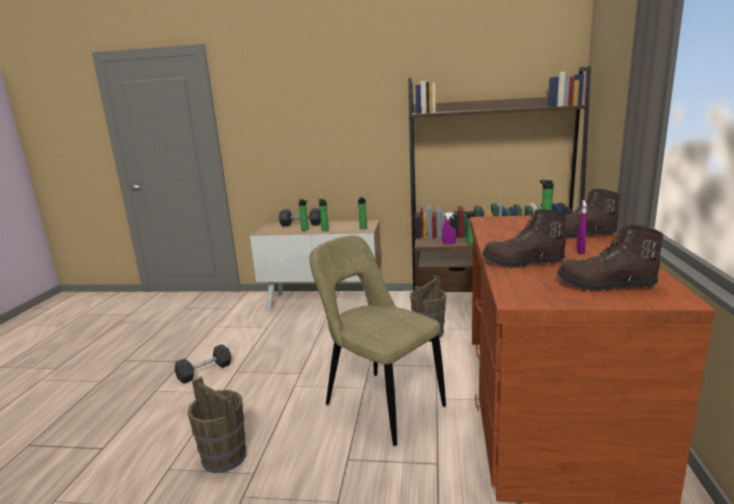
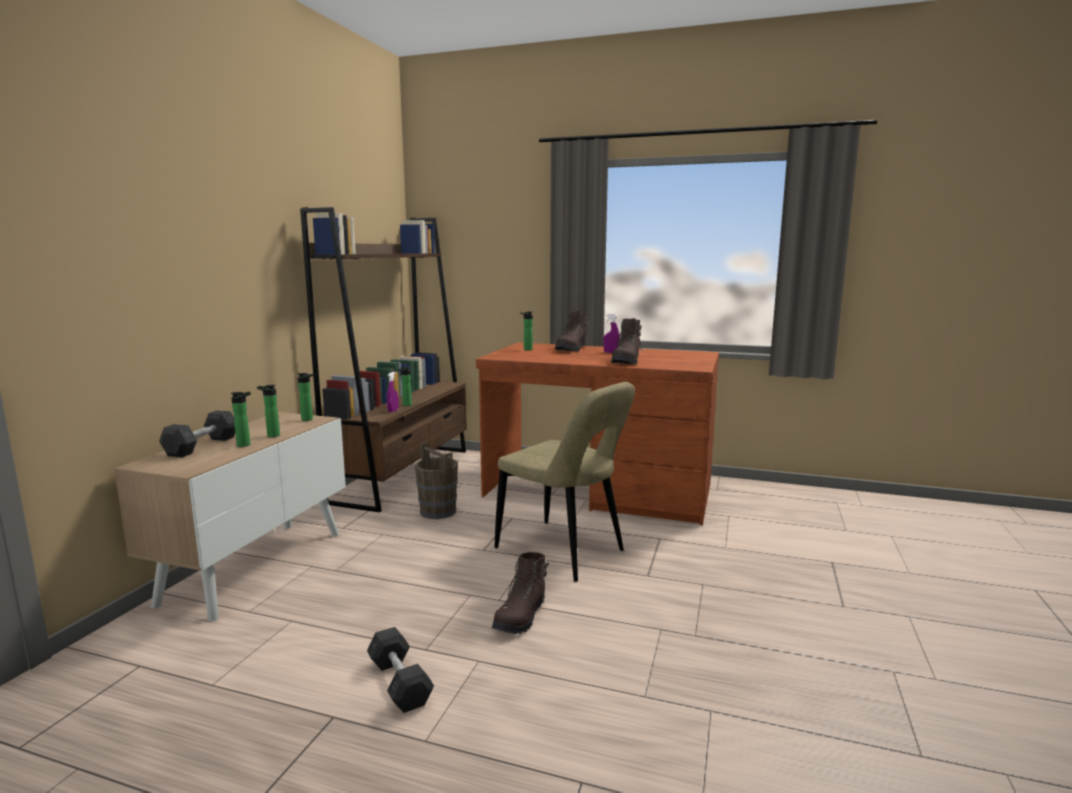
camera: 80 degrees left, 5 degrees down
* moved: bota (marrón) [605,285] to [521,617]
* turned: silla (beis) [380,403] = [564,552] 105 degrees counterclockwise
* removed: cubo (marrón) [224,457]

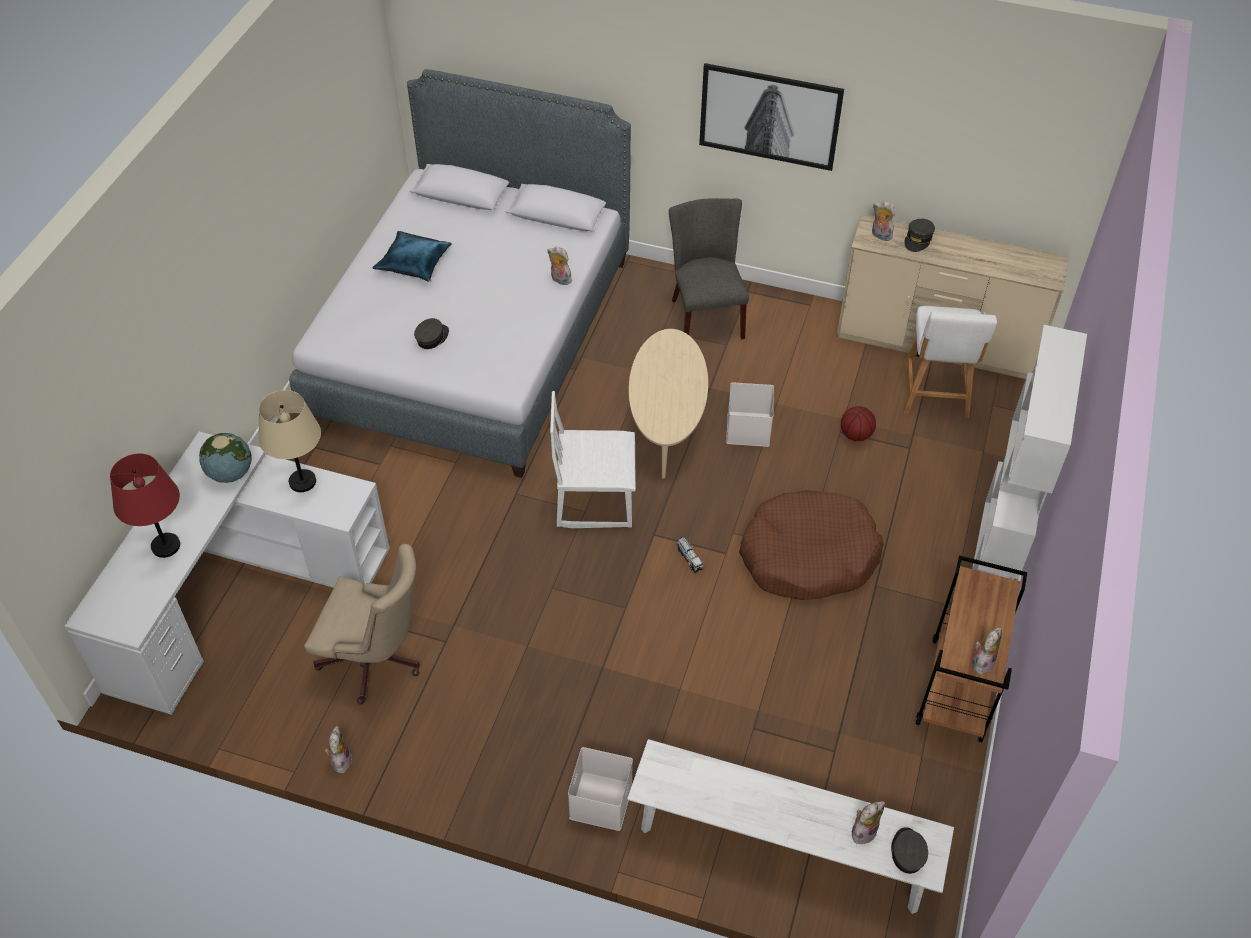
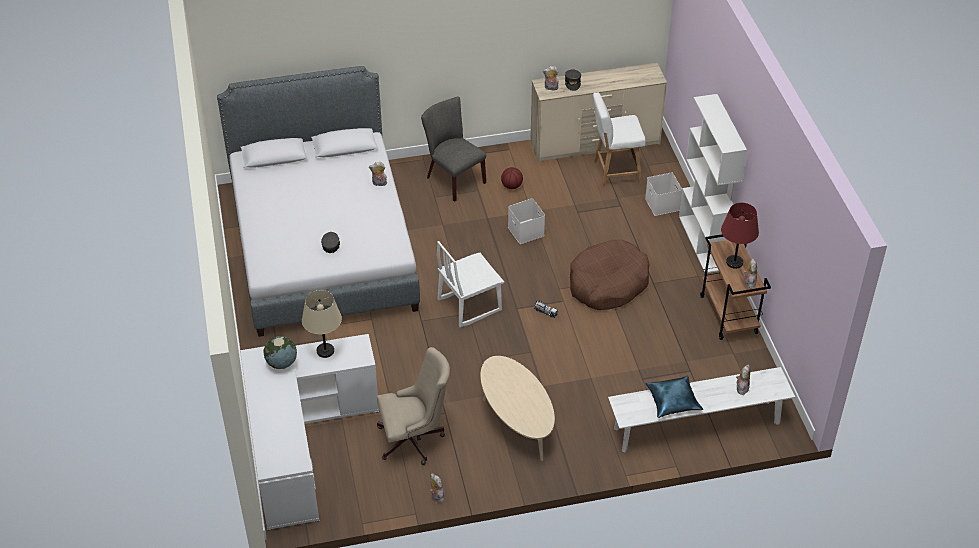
camera: 30 degrees left, 5 degrees down
* moved: mesa de centro (beis) [667,422] to [516,422]
* moved: balón de baloncesto [856,435] to [512,186]
* turned: silla (blanco) [935,396] = [614,172] 105 degrees clockwise
* moved: caja de almacenaje (blanco) [602,802] to [663,204]
* moved: cojín (azul) [414,263] to [673,401]
* moved: lámpara de mesa (rojo) [165,546] to [734,262]
* removed: cuadro [769,116]
* removed: gorra (gris) [907,853]

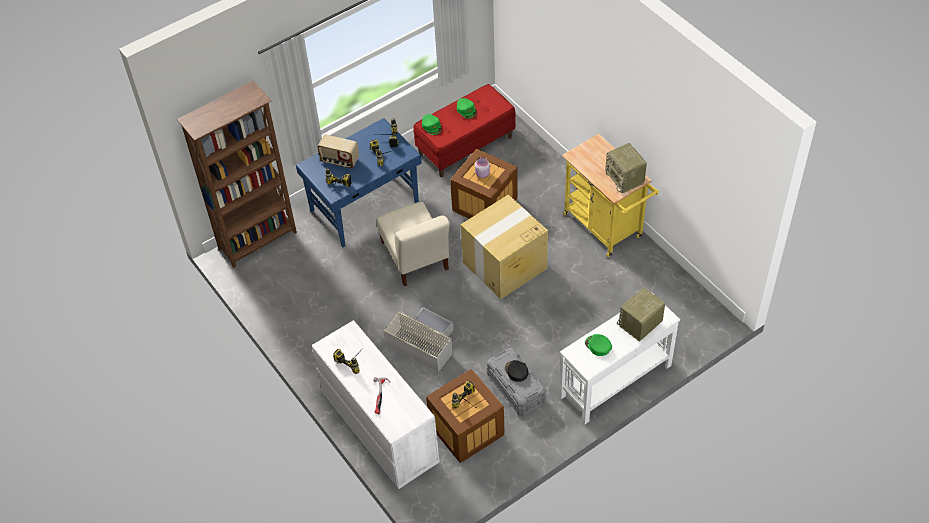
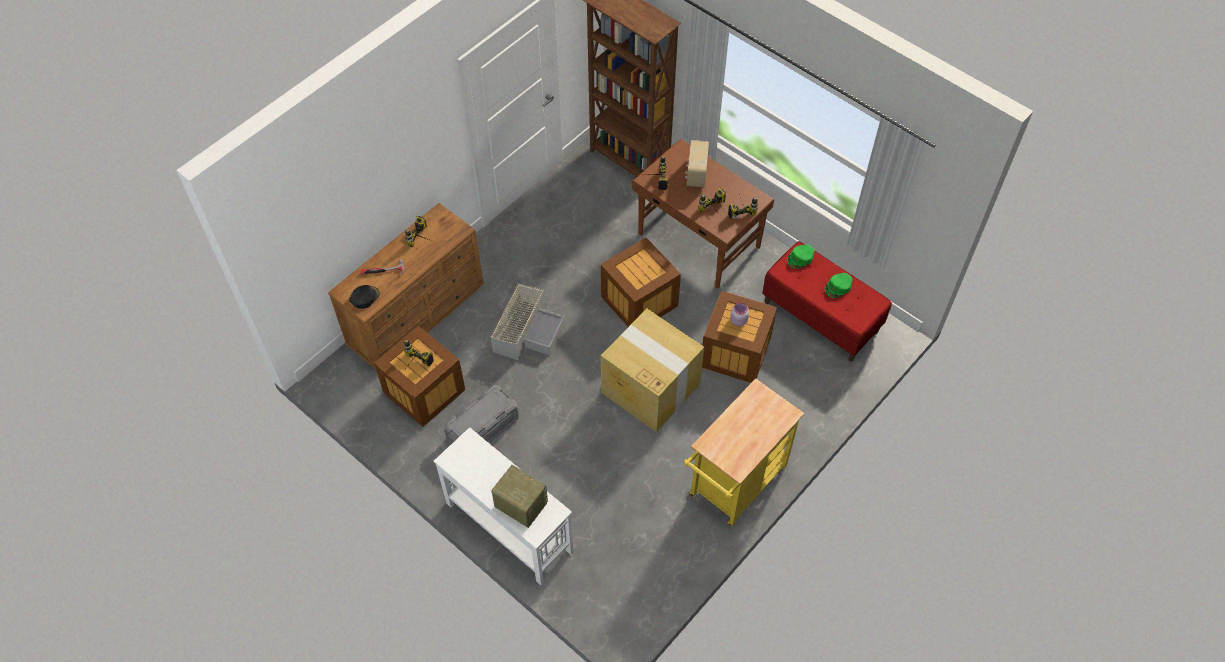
camera: 75 degrees right, 5 degrees up
* recoloured: cómoda (blanco) [379,427] to cómoda (marrón) [417,315]
* moved: gorra (negro) [516,372] to [364,297]
* replaced: silla (beis) [415,258] to caja de embalaje [639,301]
* recoloured: escritorio (azul) [365,208] to escritorio (marrón) [698,242]
* removed: gorra (verde) [598,346]
* removed: radio [625,178]

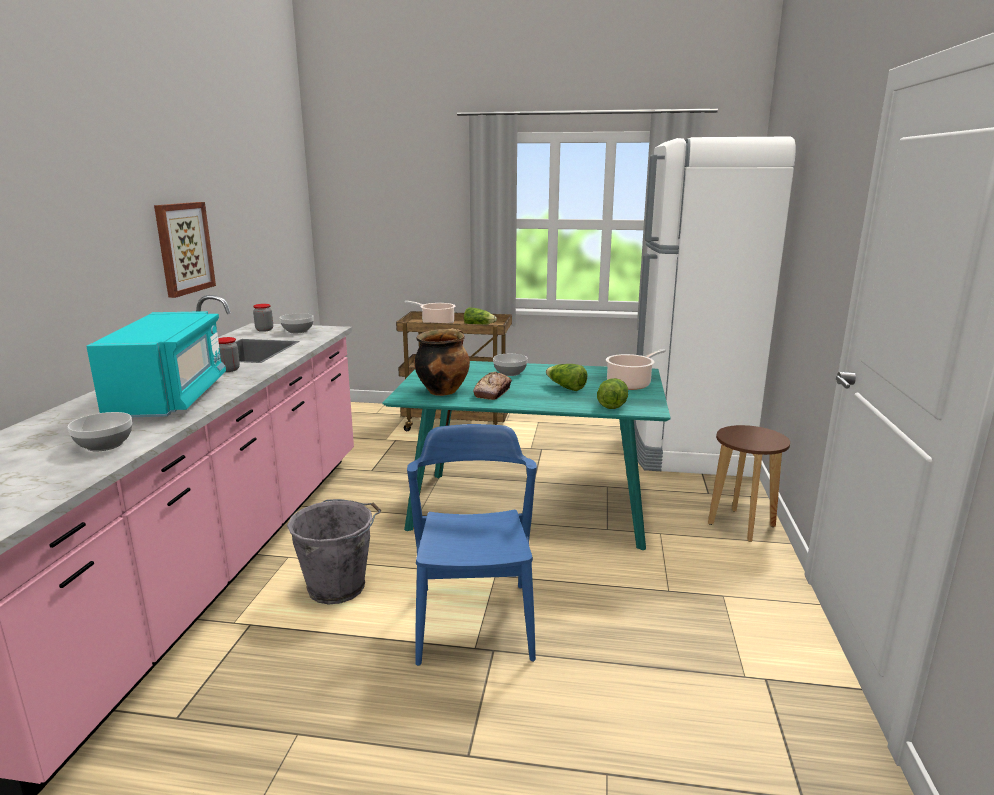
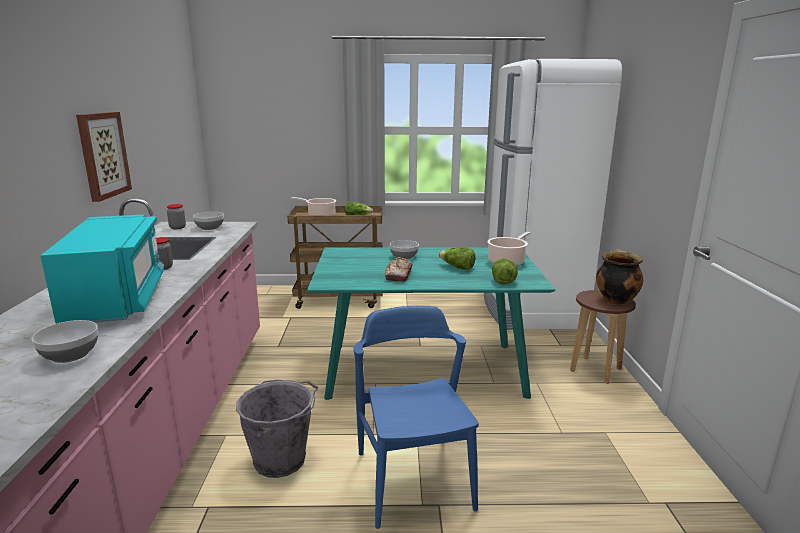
camera: 10 degrees left, 0 degrees up
* moved: olla [443,391] to [615,300]

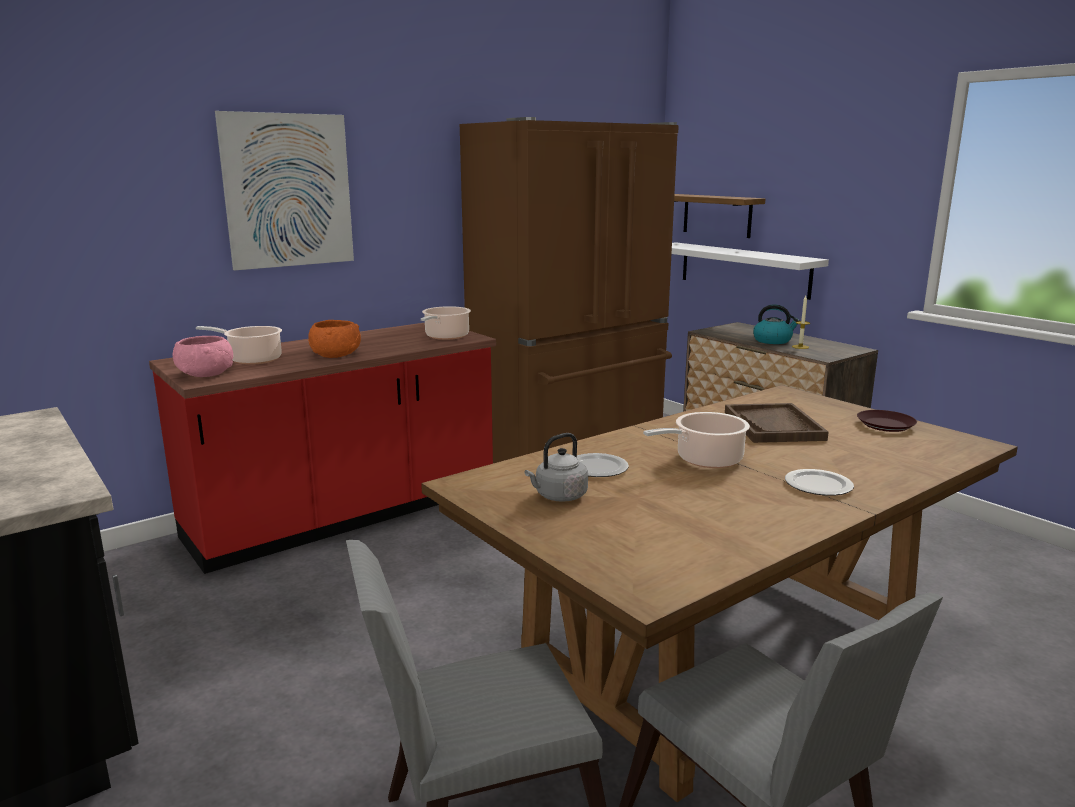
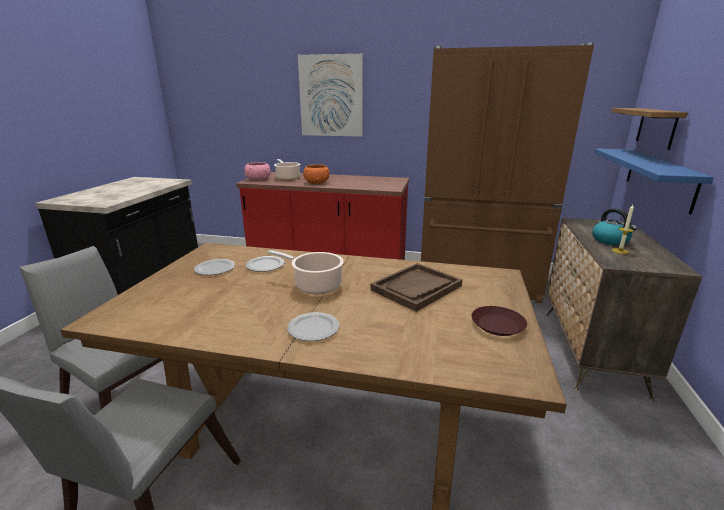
camera: 50 degrees right, 5 degrees up
* replaced: hervidor (gris) [558,496] to plato [214,269]
* recoloured: estante (blanco) [743,269] to estante (azul) [659,178]
* removed: olla [445,337]

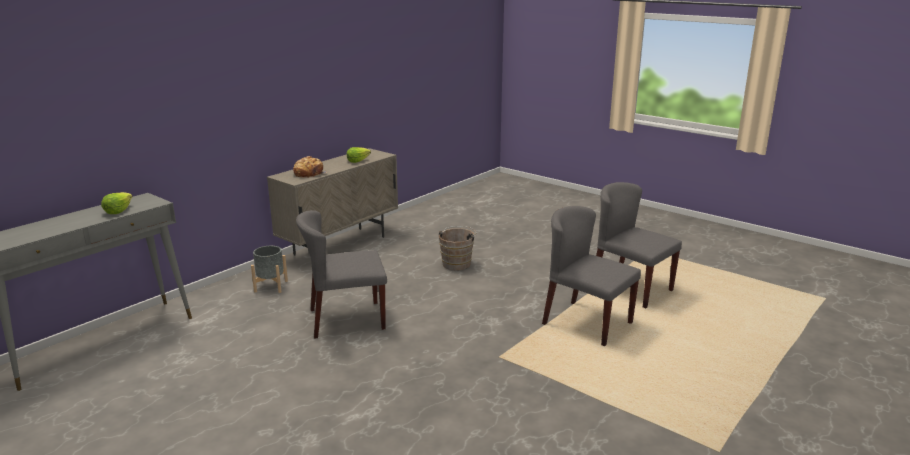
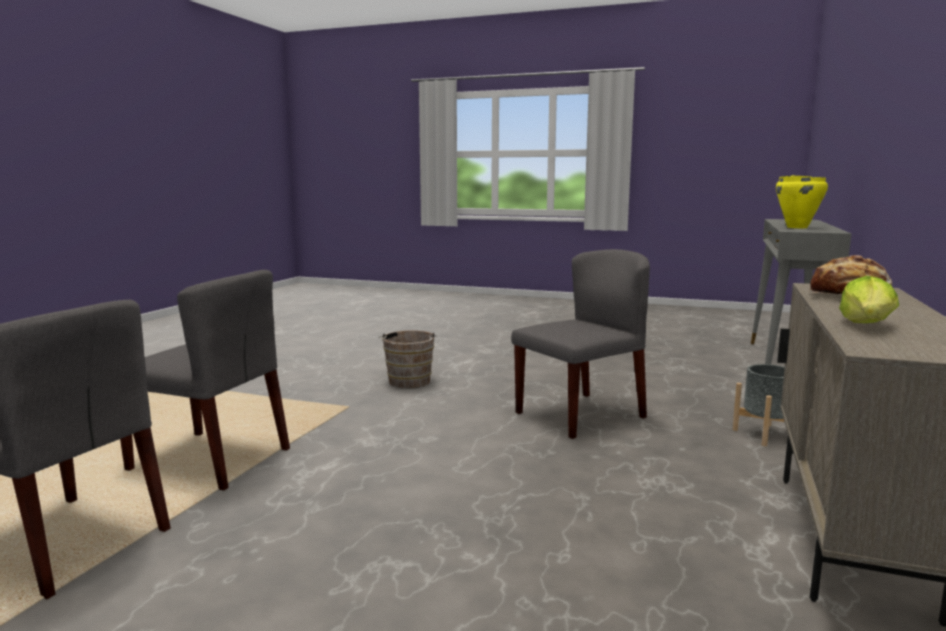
camera: 160 degrees right, 10 degrees down
* moved: cubo (marrón) [457,263] to [409,383]
* replaced: lechuga [118,211] to olla (amarillo) [797,227]

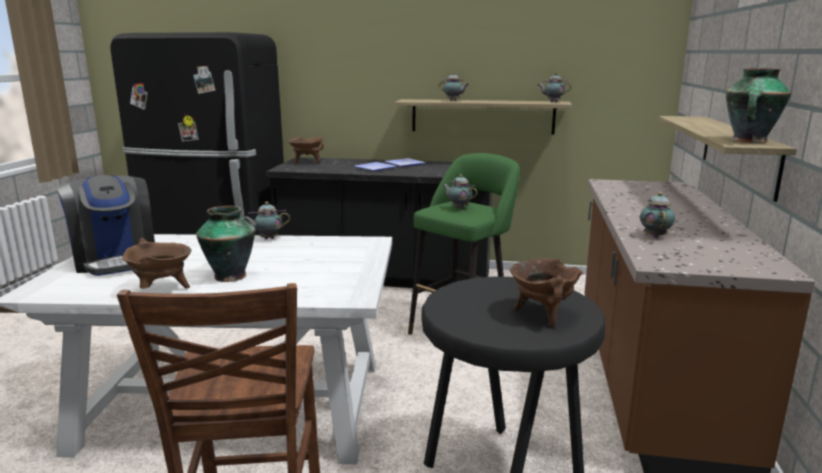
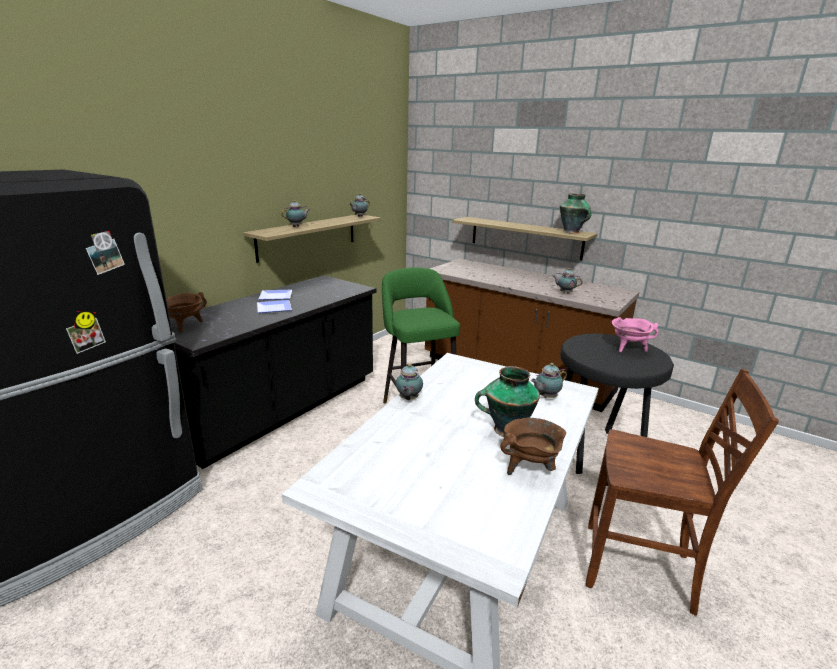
camera: 65 degrees left, 5 degrees up
* moved: tetera [458,208] to [546,397]
* recoloured: olla (marrón) [542,315] to olla (rosa) [628,349]
* removed: cafetera [115,260]

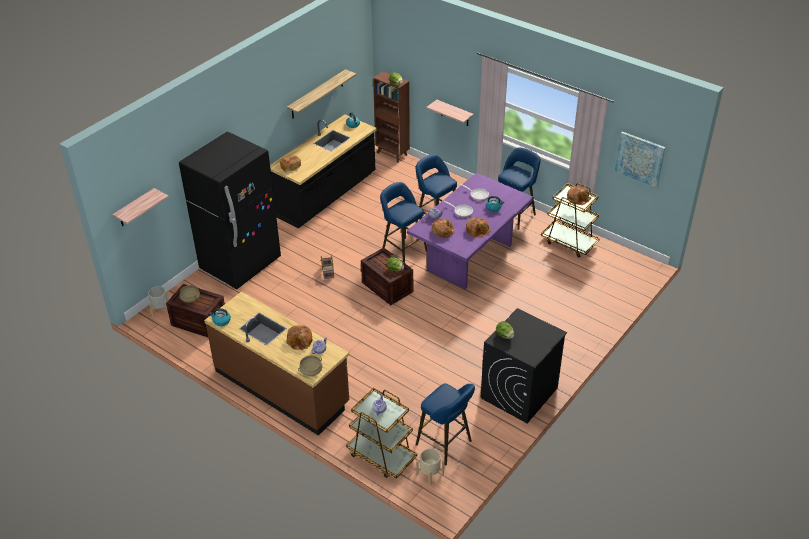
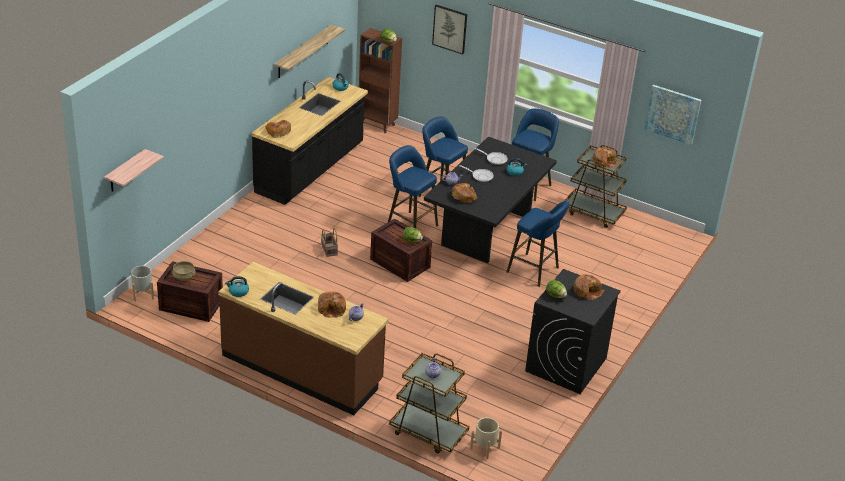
camera: 10 degrees left, 5 degrees down
* recoloured: mesa de comedor (morado) [469,257] to mesa de comedor (negro) [486,230]
* added: cuadro [450,29]
* moved: taburete (azul) [446,444] to [535,271]
* moved: pan [477,230] to [587,291]
* removed: nevera (negro) [241,264]
* removed: olla (beis) [311,370]
* removed: estante [454,113]

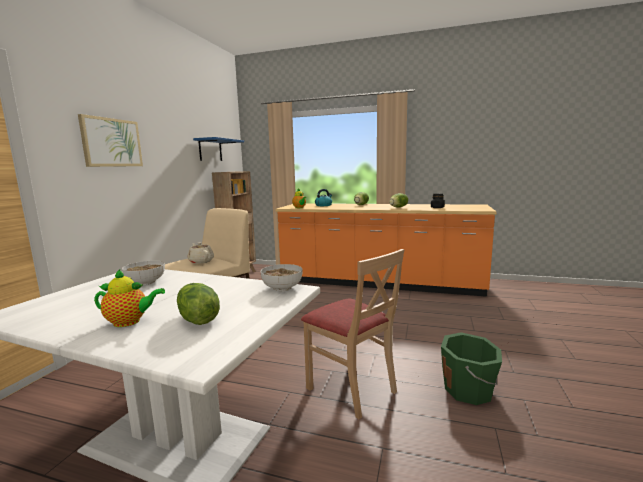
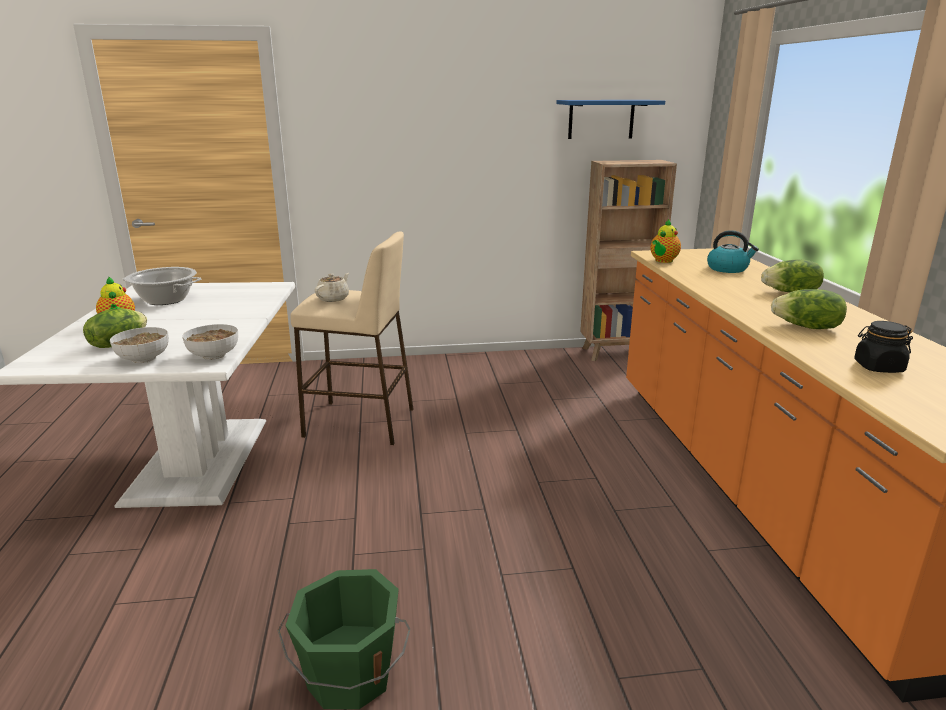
camera: 65 degrees right, 10 degrees up
* moved: cuenco [145,282] to [144,358]
* added: olla [166,300]
* removed: cuadro [112,142]
* removed: silla (beis) [352,388]

